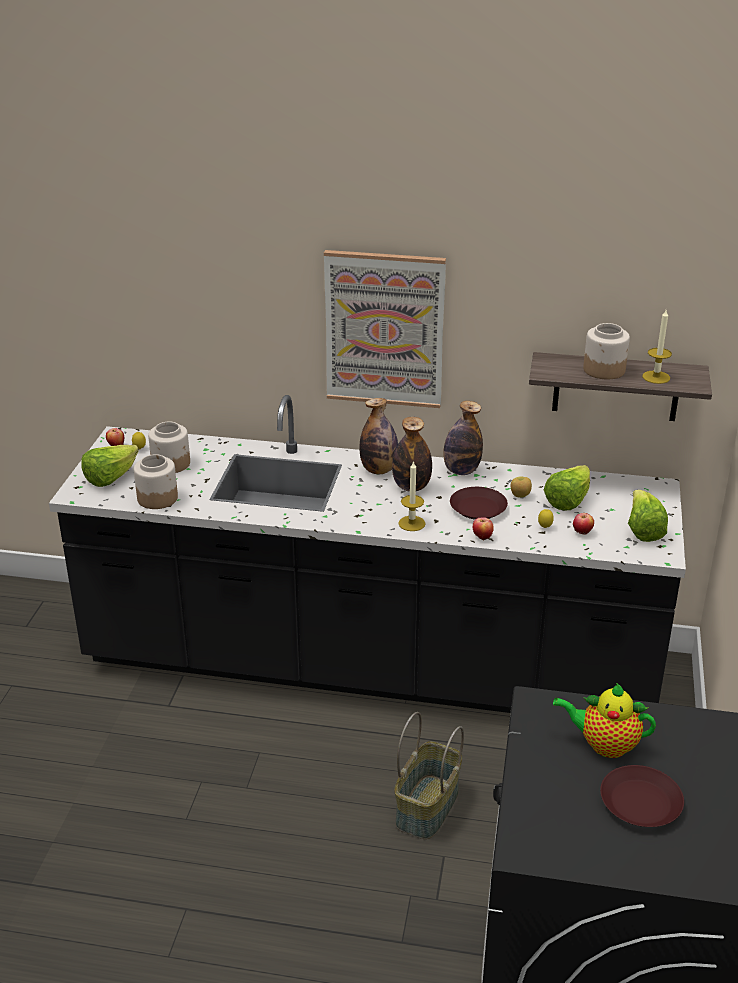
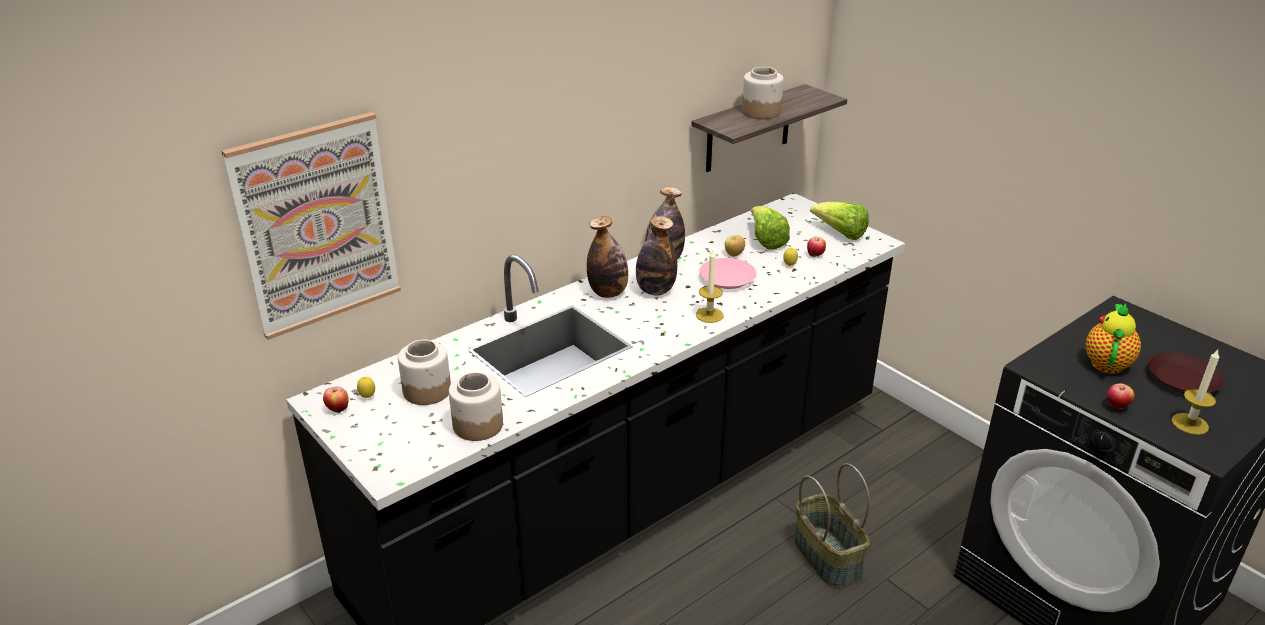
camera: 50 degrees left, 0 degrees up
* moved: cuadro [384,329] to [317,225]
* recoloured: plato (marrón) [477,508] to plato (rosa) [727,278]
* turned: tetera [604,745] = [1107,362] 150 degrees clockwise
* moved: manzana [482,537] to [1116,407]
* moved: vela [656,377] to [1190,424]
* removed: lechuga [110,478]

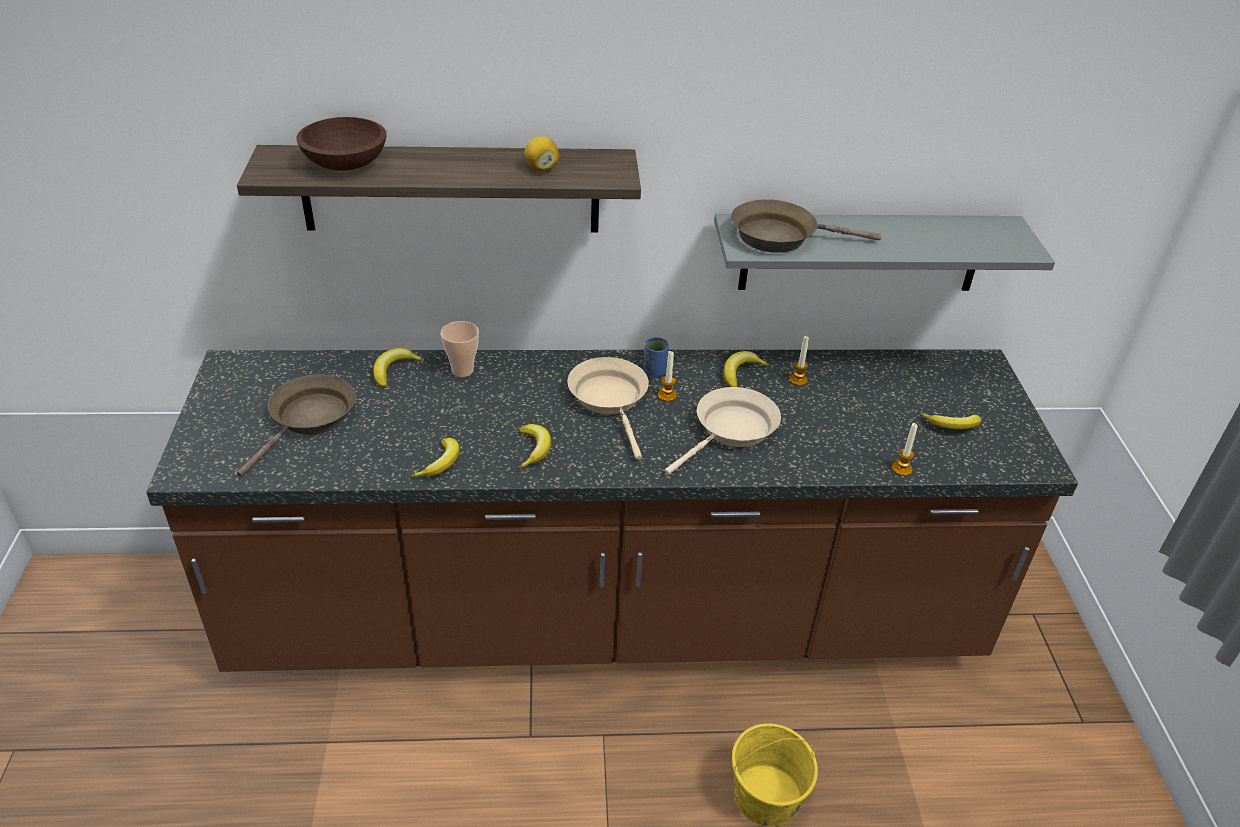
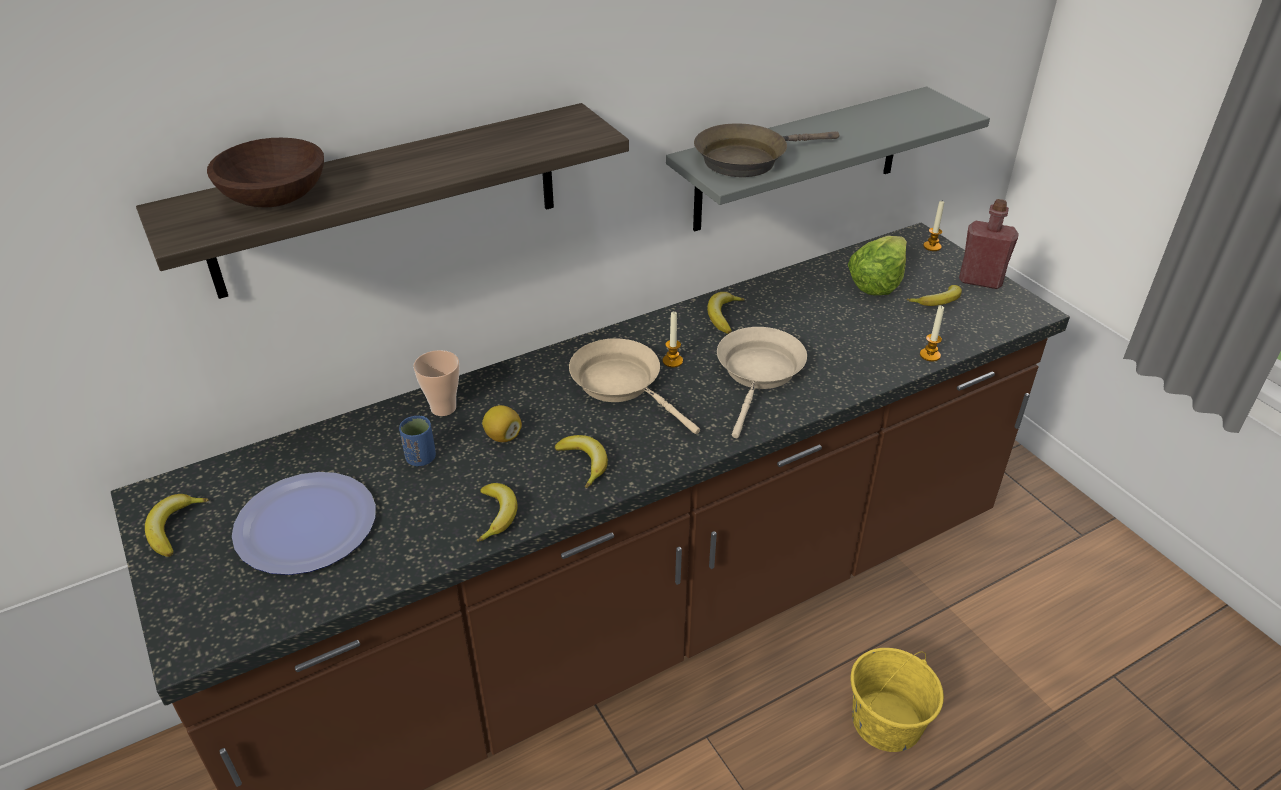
camera: 25 degrees left, 0 degrees up
* moved: plátano [394,370] to [173,528]
* replaced: sartén (marrón) [309,419] to plato [306,524]
* moved: taza (azul) [654,372] to [421,458]
* moved: limón [541,168] to [503,436]
* added: lechuga [877,282]
* moved: vela [798,380] to [932,246]
* added: botella (rojo) [980,280]

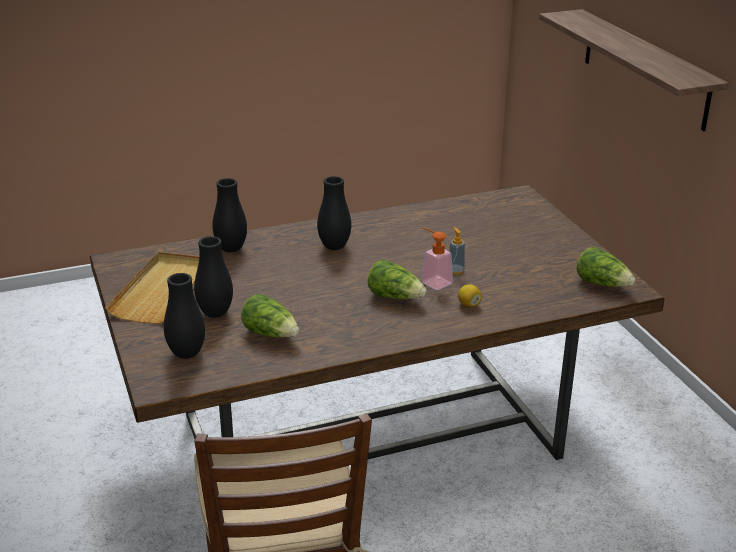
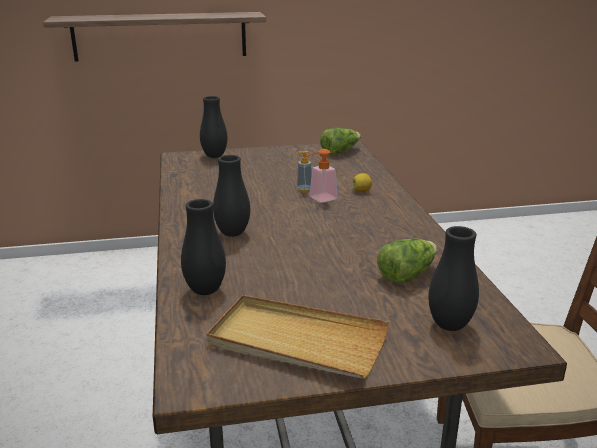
camera: 80 degrees left, 5 degrees down
* moved: florero (negro) [215,313] to [214,156]
* removed: lechuga [395,297]

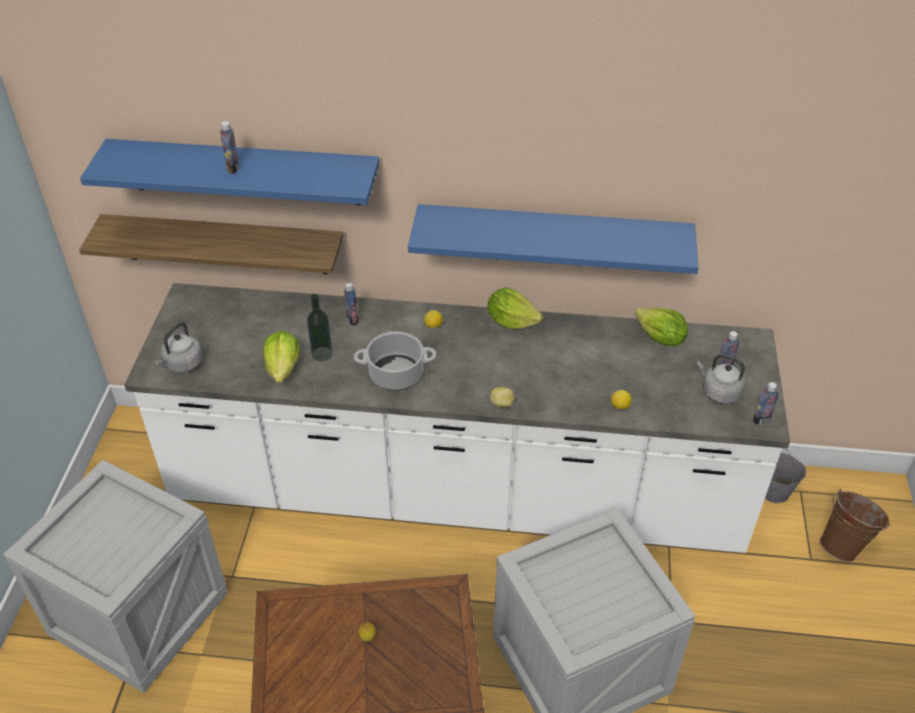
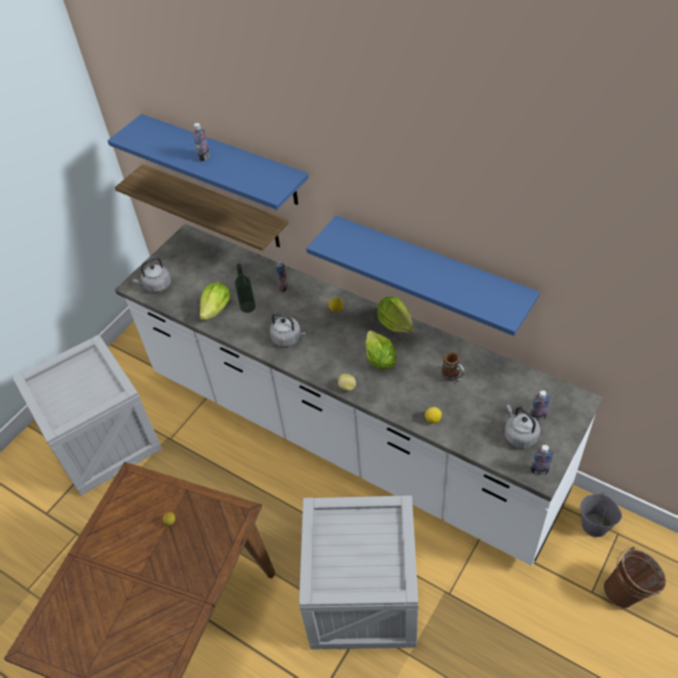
camera: 30 degrees right, 5 degrees up
* replaced: olla [396,374] to hervidor (gris) [288,339]
* moved: lechuga [660,339] to [379,360]
* added: taza grande [453,376]

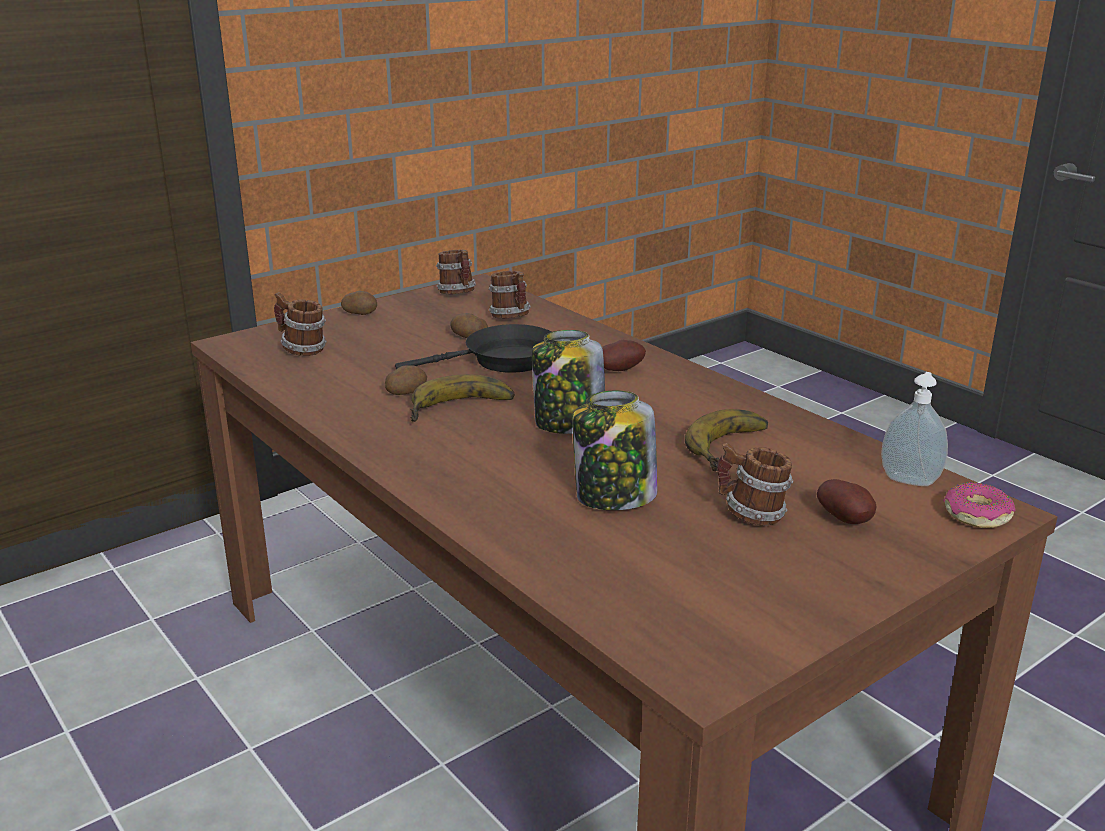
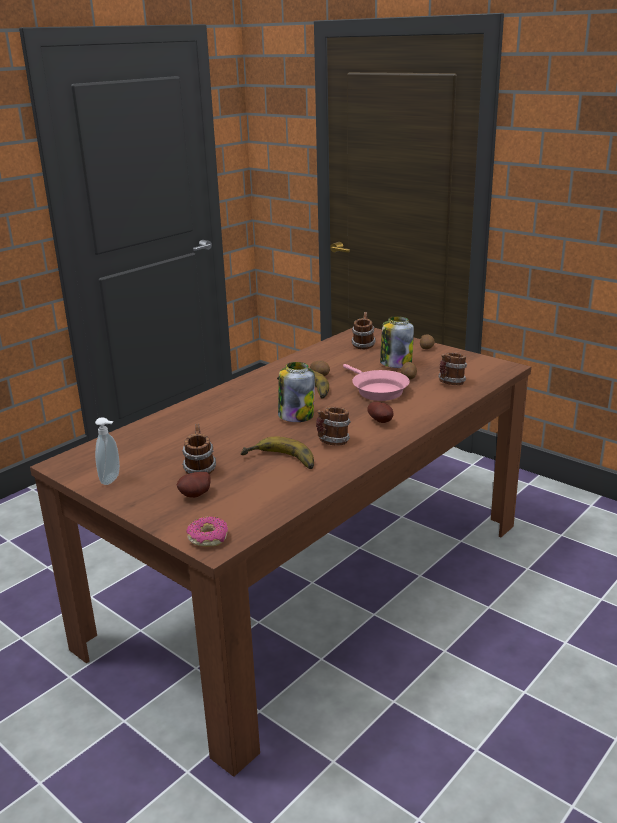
camera: 80 degrees right, 0 degrees up
* moved: dispensador de jabón [910,479] to [112,479]
* moved: taza grande [458,293] to [332,442]
* recoloured: sartén (negro) [503,361] to sartén (rosa) [377,390]
* moved: tarro [614,497] to [395,363]

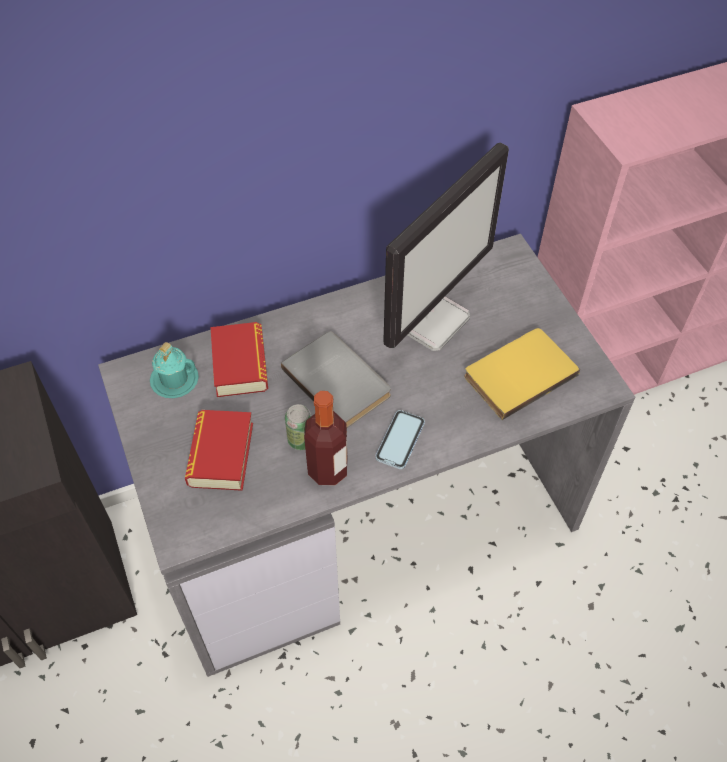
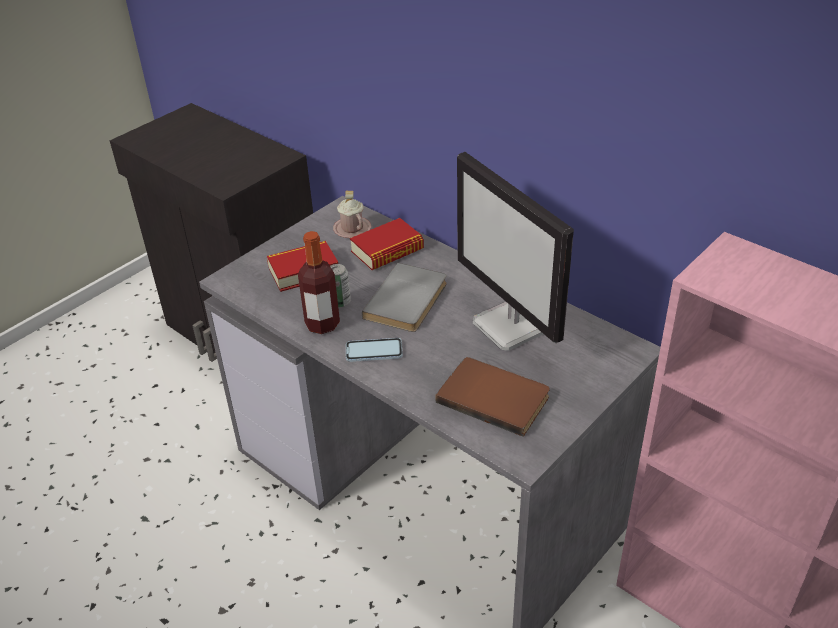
camera: 65 degrees right, 15 degrees down
* recoloured: taza grande (turquesa) [174,380] to taza grande (rosa) [352,229]
* recoloured: libro (amarillo) [517,373] to libro (marrón) [494,397]
* turned: monitor [430,318] = [512,326] 45 degrees clockwise

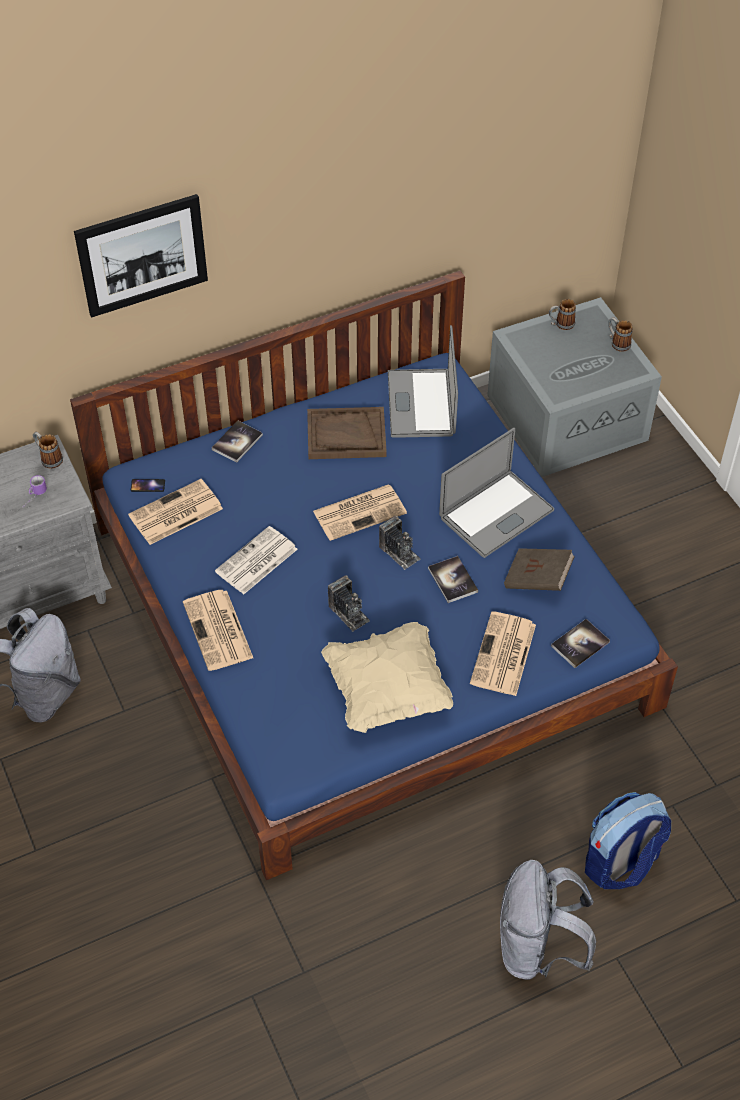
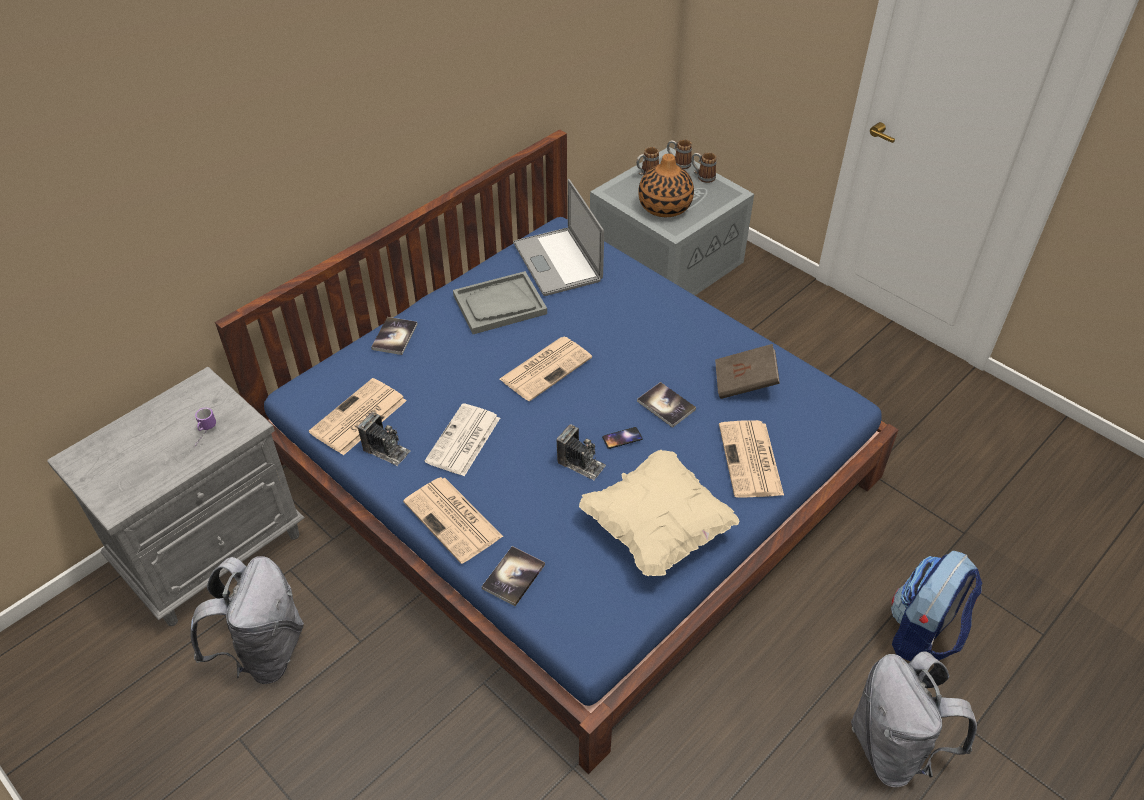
camera: 20 degrees left, 5 degrees down
* moved: cámara [399,552] to [386,450]
* recoloured: bandeja (marrón) [346,435] to bandeja (gris) [499,305]
* moved: libro [580,644] to [513,576]
* moved: móvil [148,485] to [622,438]
* added: florero [665,207]
* moved: taza grande [48,458] to [678,164]
* removed: cuadro [142,255]
* removed: portátil [496,514]

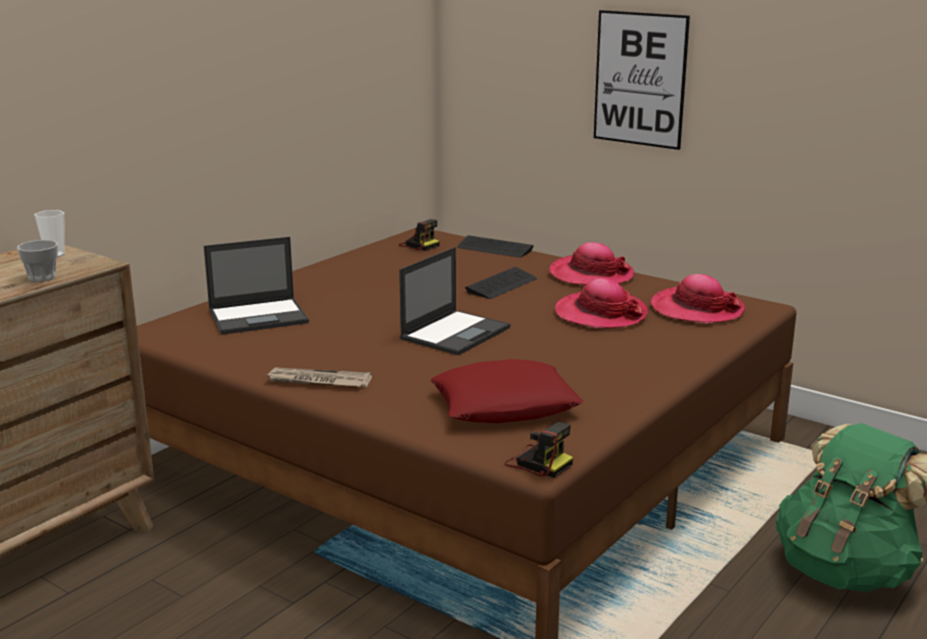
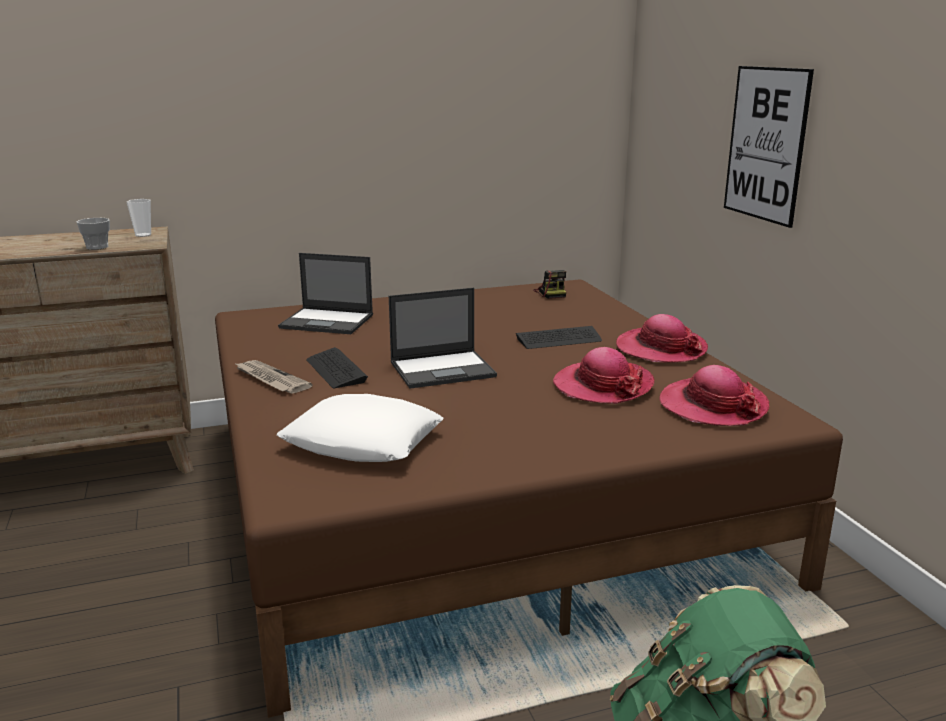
camera: 35 degrees right, 0 degrees up
* recoloured: cojín (rojo) [504,405] to cojín (blanco) [362,441]
* moved: teclado [494,248] to [336,370]
* removed: cámara [537,463]

